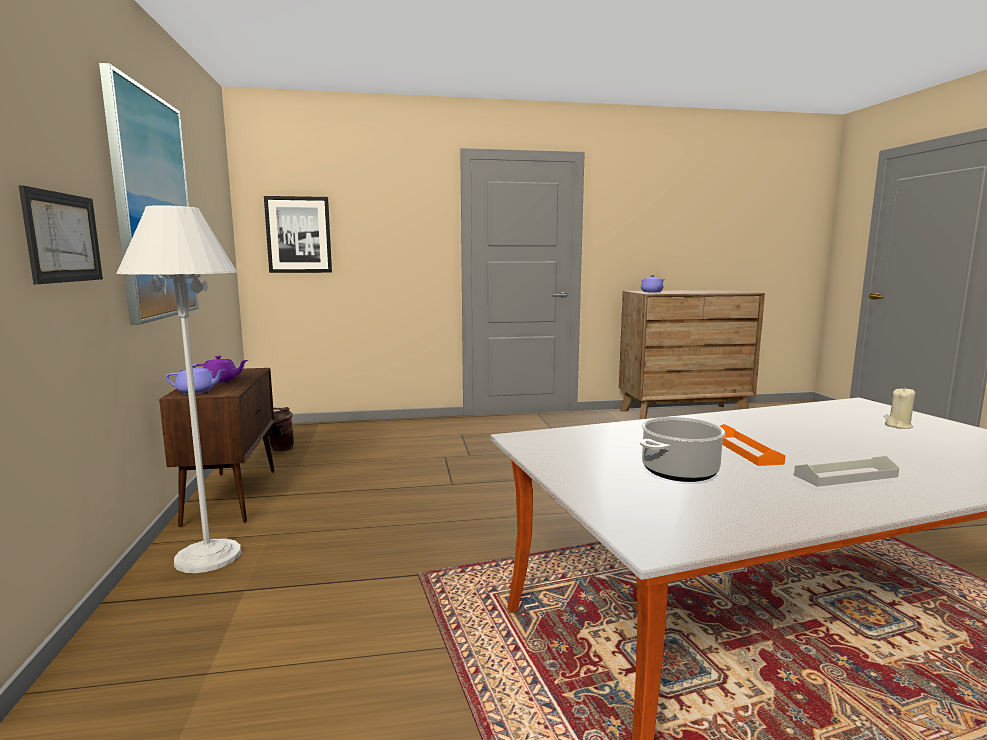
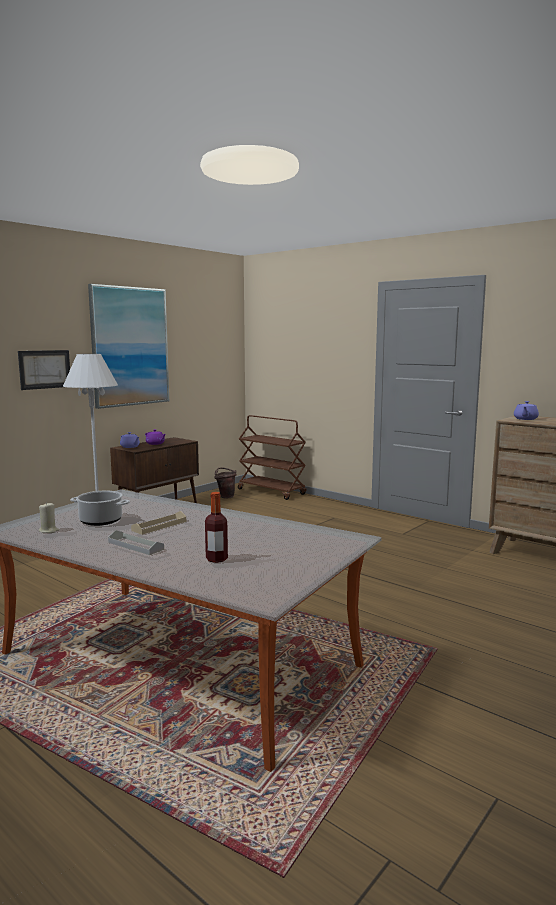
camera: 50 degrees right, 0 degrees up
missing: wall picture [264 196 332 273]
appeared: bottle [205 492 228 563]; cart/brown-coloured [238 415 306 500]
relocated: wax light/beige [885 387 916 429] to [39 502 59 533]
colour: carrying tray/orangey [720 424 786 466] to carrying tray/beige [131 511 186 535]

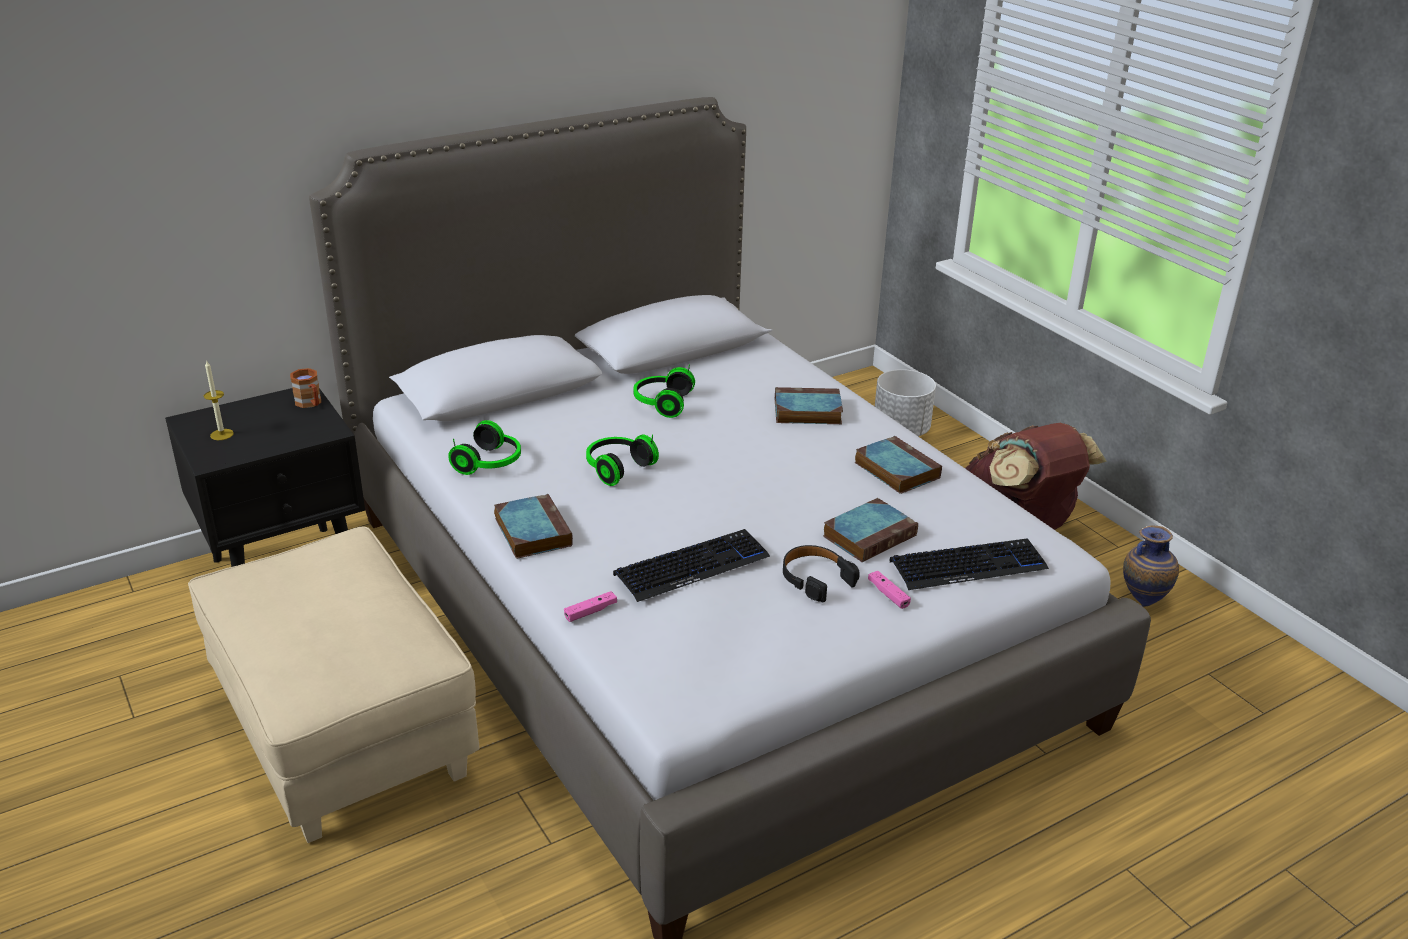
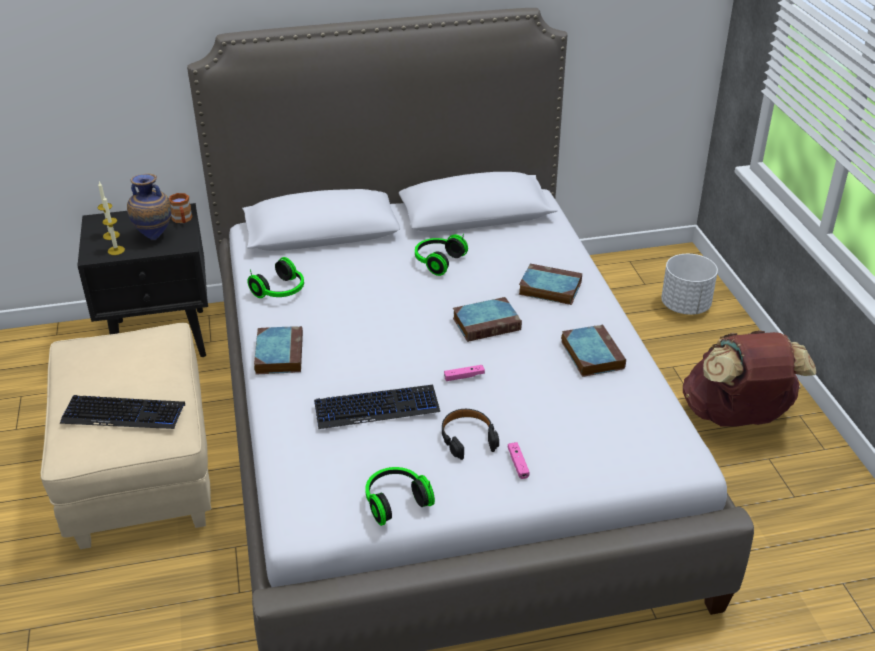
camera: 20 degrees right, 5 degrees up
appeared: wax light [102 196 125 255]
relocated: joypad/pink-coloured [564 591 617 622] to [444 365 485 381]; headphones [586 434 659 486] to [365 467 435 526]; volume [823 498 918 562] to [453 297 522 342]; computer keyboard [890 538 1049 590] to [60 395 185 429]; decorative vase [1123 526 1179 607] to [127 174 171 240]

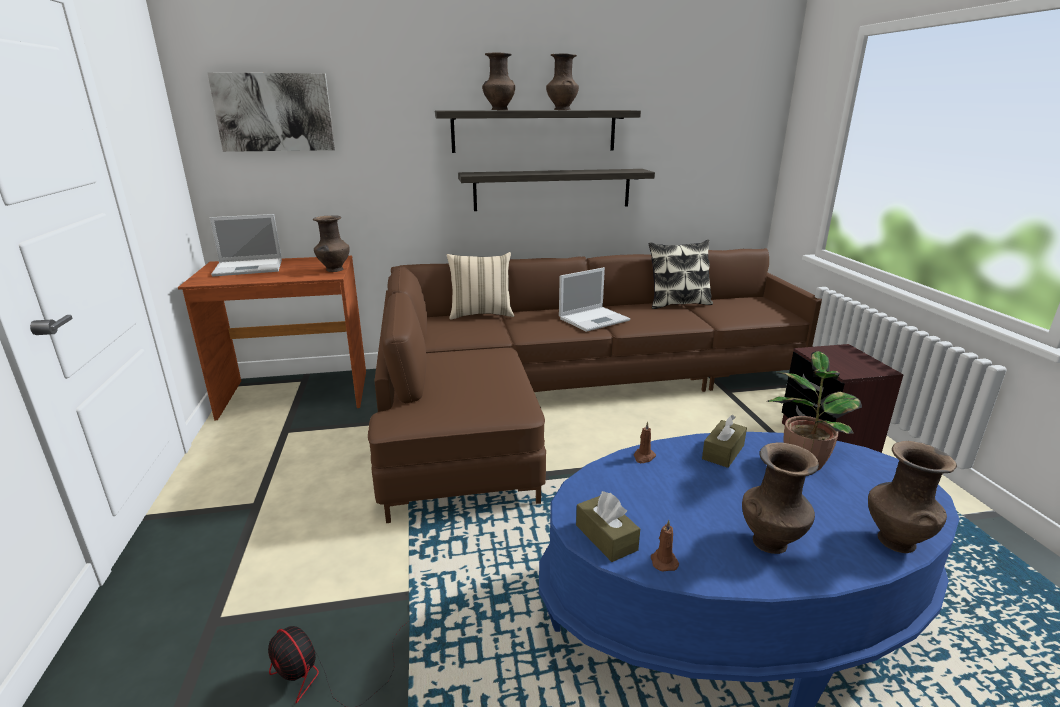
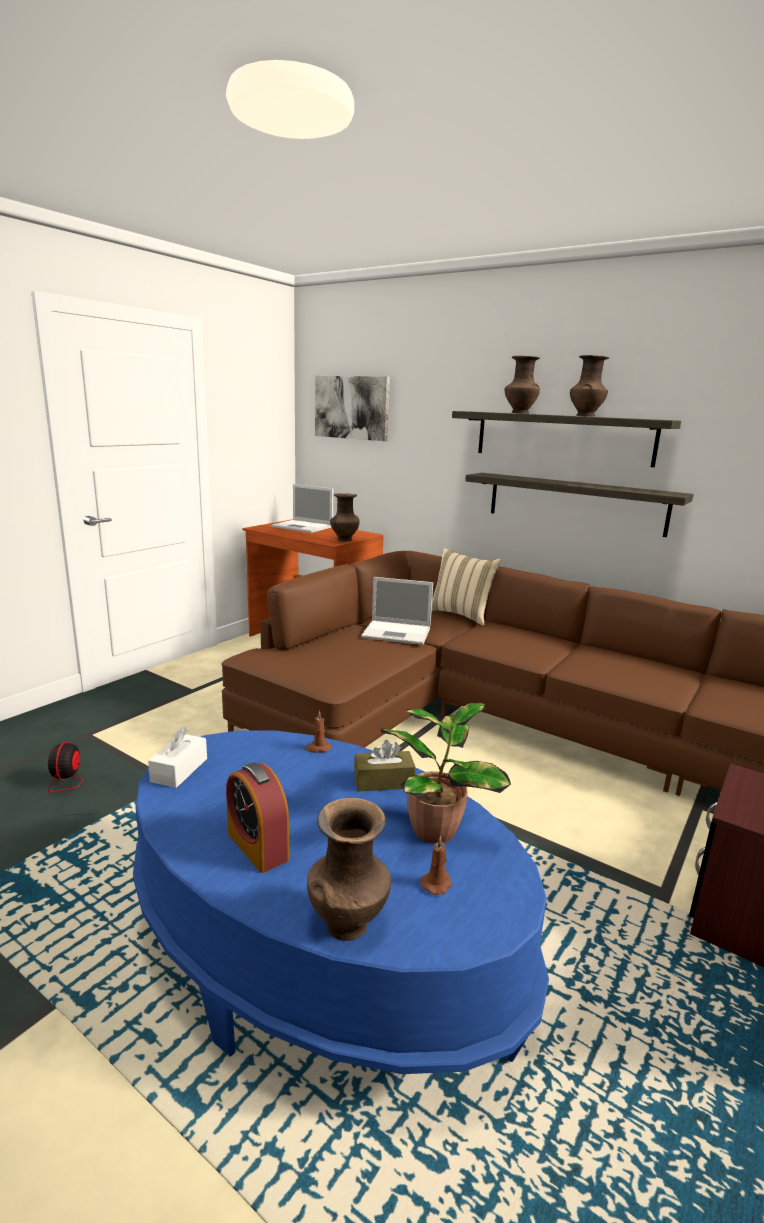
camera: 45 degrees right, 5 degrees down
missing: pillow [648 239 713 309]
relocated: notebook computer [559 267 630 332] to [361 577 433 645]; wax light/brown-coloured [651 520 679 572] to [420 836 452 895]
exchanged: decorative vase/brown-coloured [742 442 819 554] to table clock [226 762 289 873]
colour: tissue holder/brown-coloured [576 491 640 562] to tissue holder/whitish [148 726 207 788]

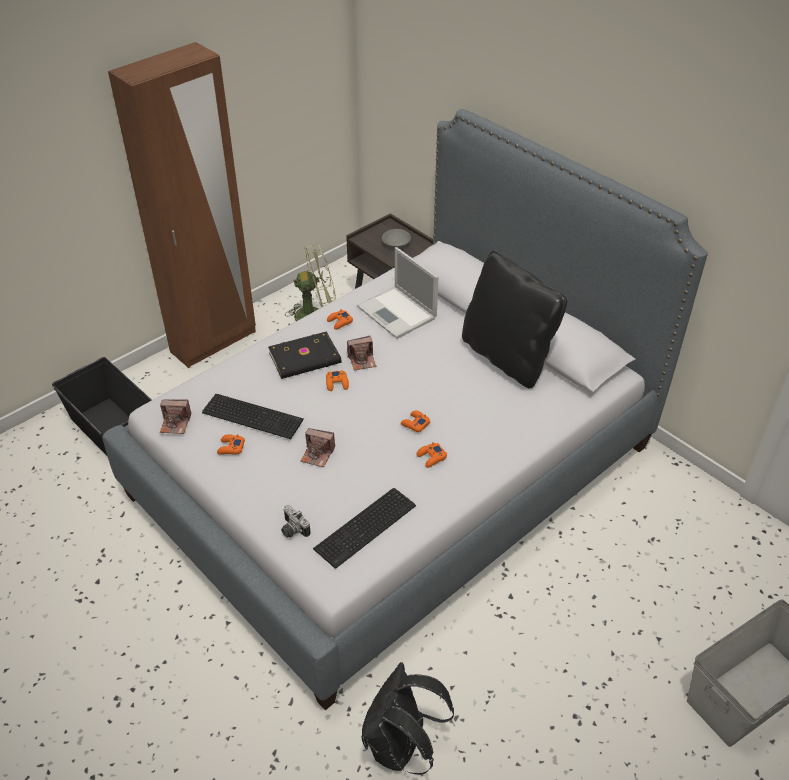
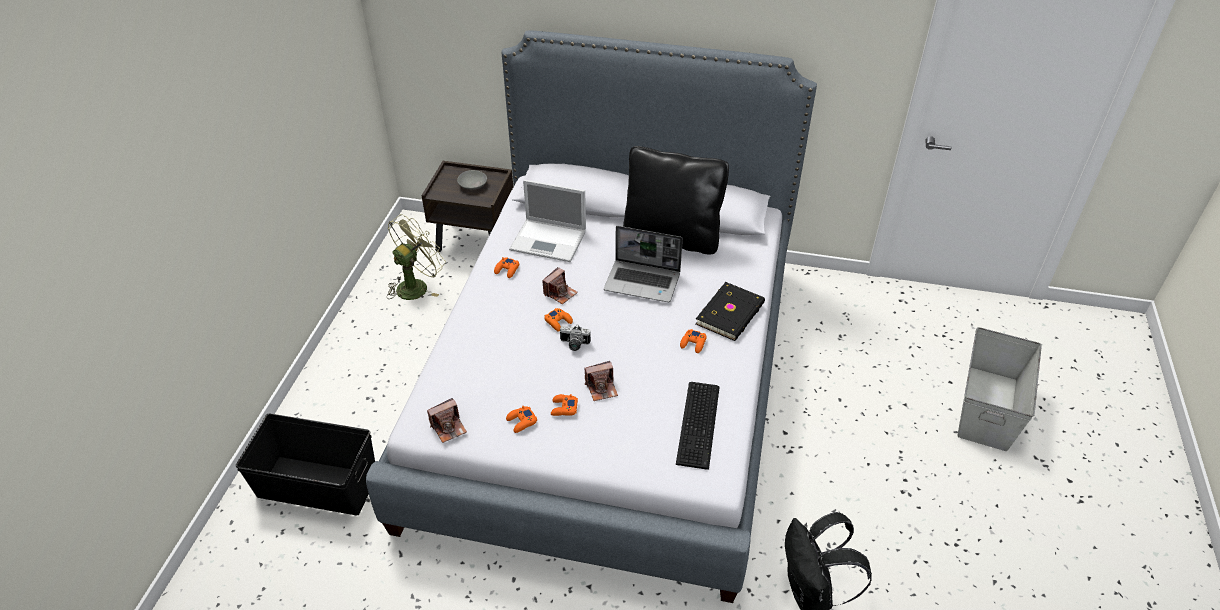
camera: 35 degrees left, 0 degrees up
missing: wardrobe/brown-coloured [108 42 256 368]; computer keyboard [202 394 304 439]
appeared: notebook computer [604 226 683 302]
relocated: volume/black [268 331 341 379] to [696 282 765 341]; photo camera [281 505 310 538] to [560 324 591 351]; joypad/orangey [401 410 430 432] to [551 394 578 416]

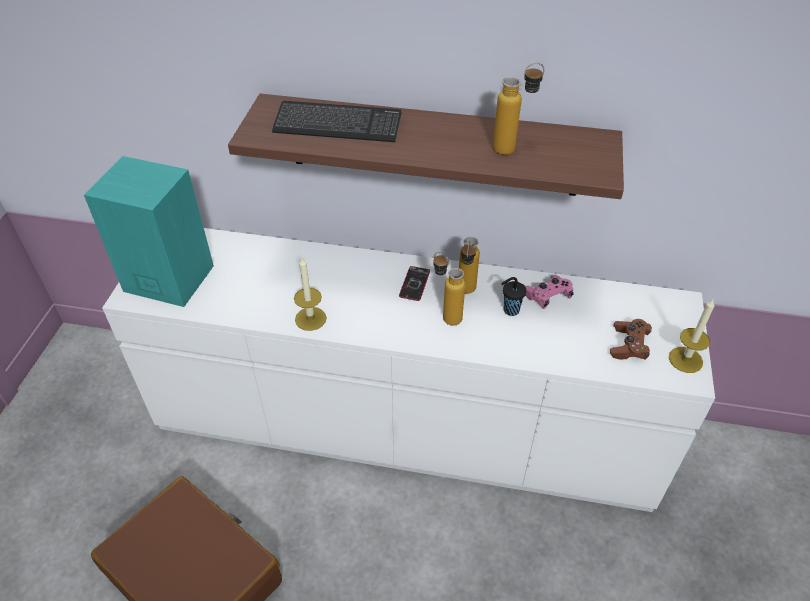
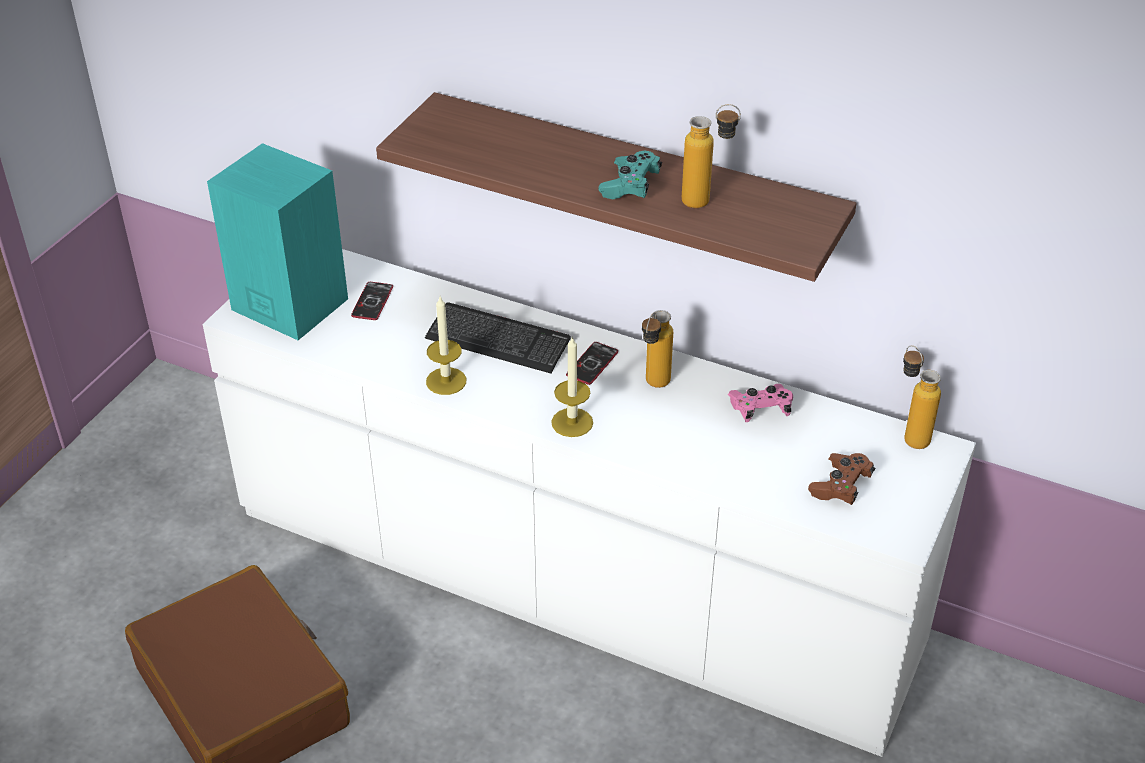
camera: 15 degrees right, 5 degrees down
missing: drinking cup/black [501 277 527 316]
appeared: phone [351 282 393 320]; joypad/turquoise-coloured [599 151 662 199]
relocated: computer keyboard [272 101 401 142] to [425 303 570 373]; bottle [434 252 465 326] to [903 345 941 449]; wax light [669 298 715 373] to [551 336 593 437]

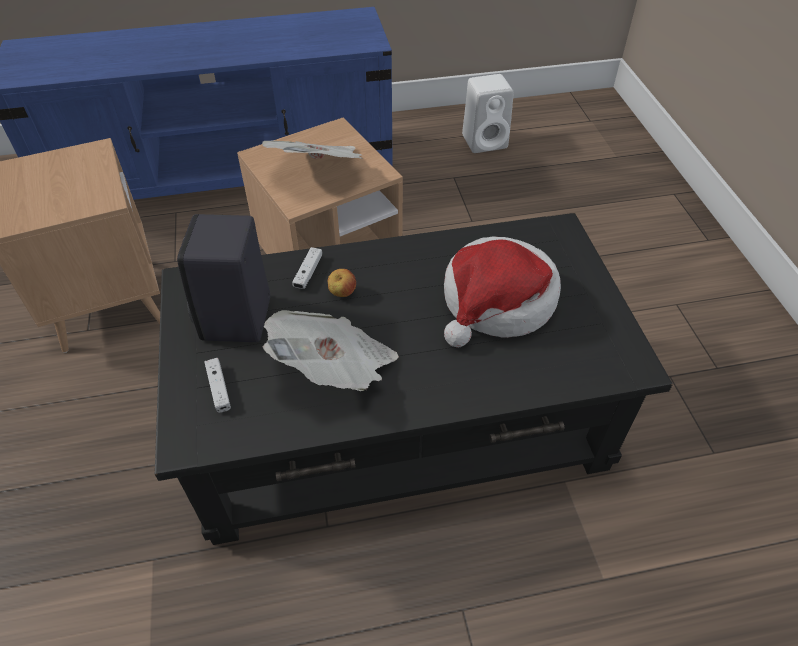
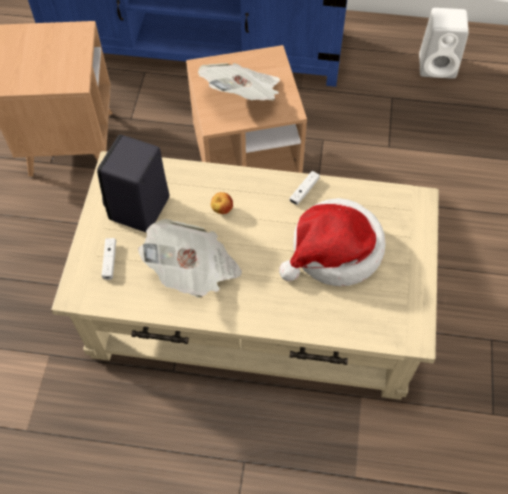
camera: 20 degrees right, 10 degrees up
relocated: joypad/whitish [292 247 322 289] to [289 171 320 205]
colour: low table/black [155 213 673 545] to low table/beige [51 151 439 400]

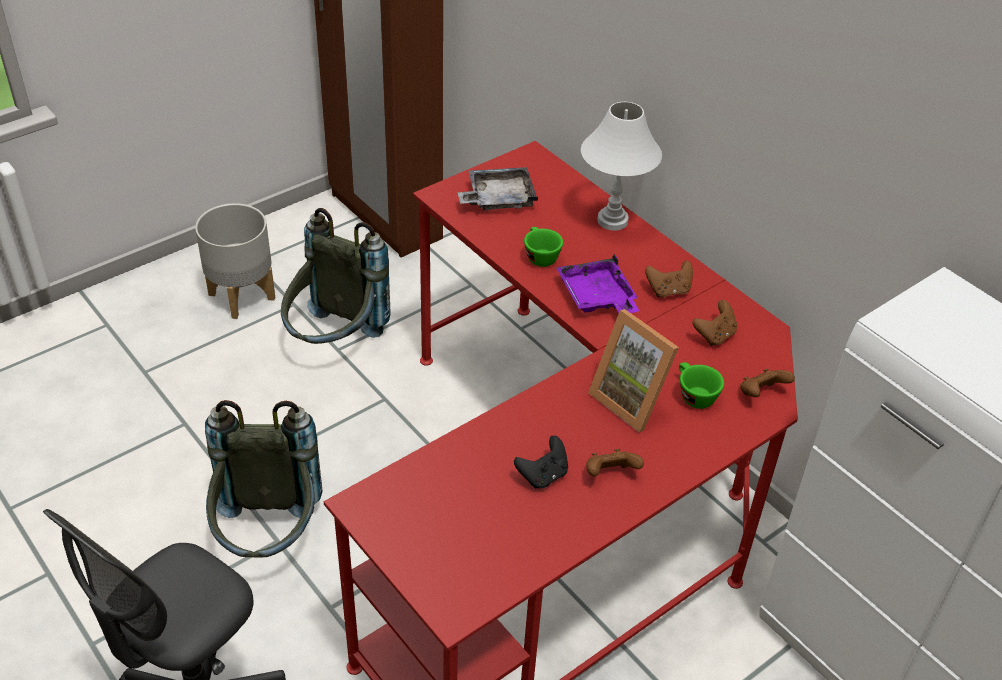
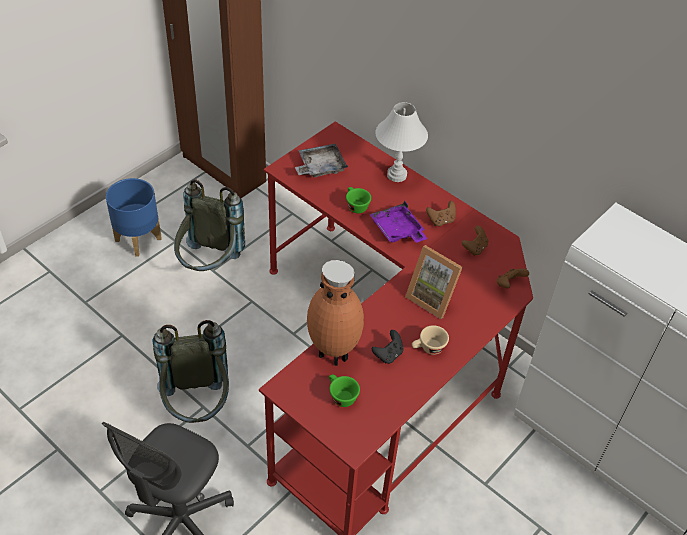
camera: 10 degrees left, 5 degrees up
appeared: decorative vase/brown-coloured [307 260 364 366]
relocated: drinking cup/greenish [679 362 724 409] to [329 374 360 407]
exchanged: joypad/brown-coloured [586 449 644 476] to drinking cup/beige [412 325 449 355]
colour: plant pot/gray [195 203 275 319] to plant pot/bluish [106 178 162 257]

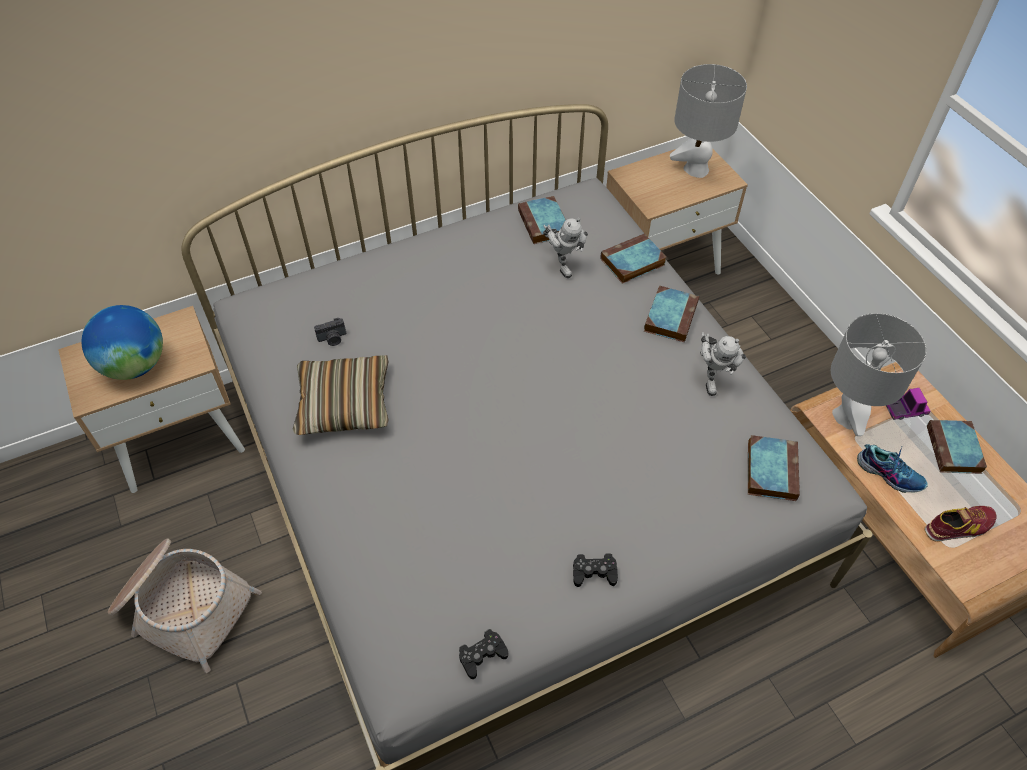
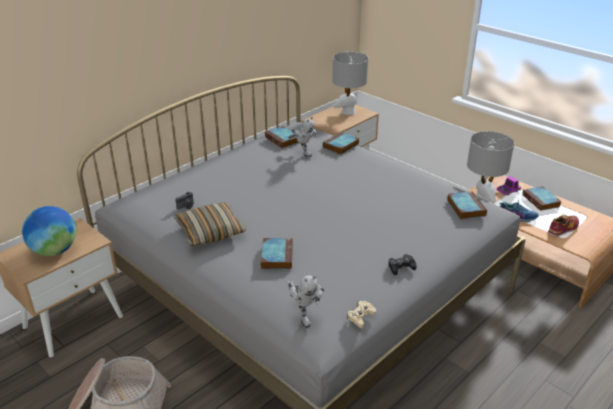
camera: 20 degrees left, 20 degrees down
relocated: volume [644 286 699 342] to [261 238 293 269]; toy robot [700 332 746 396] to [287 275 324 328]
colour: joypad/black [459 629 508 679] to joypad/beige [347 301 376 328]

